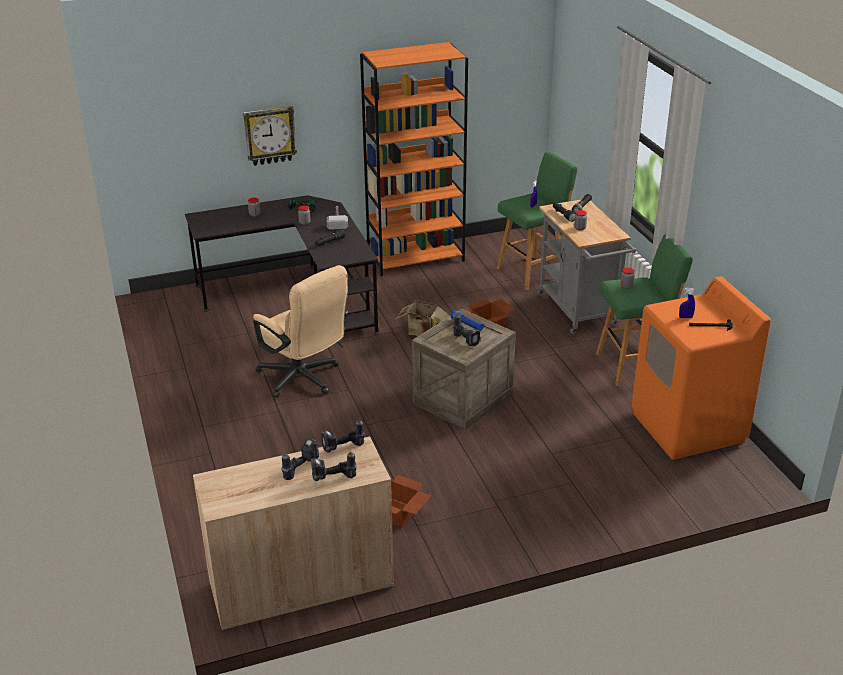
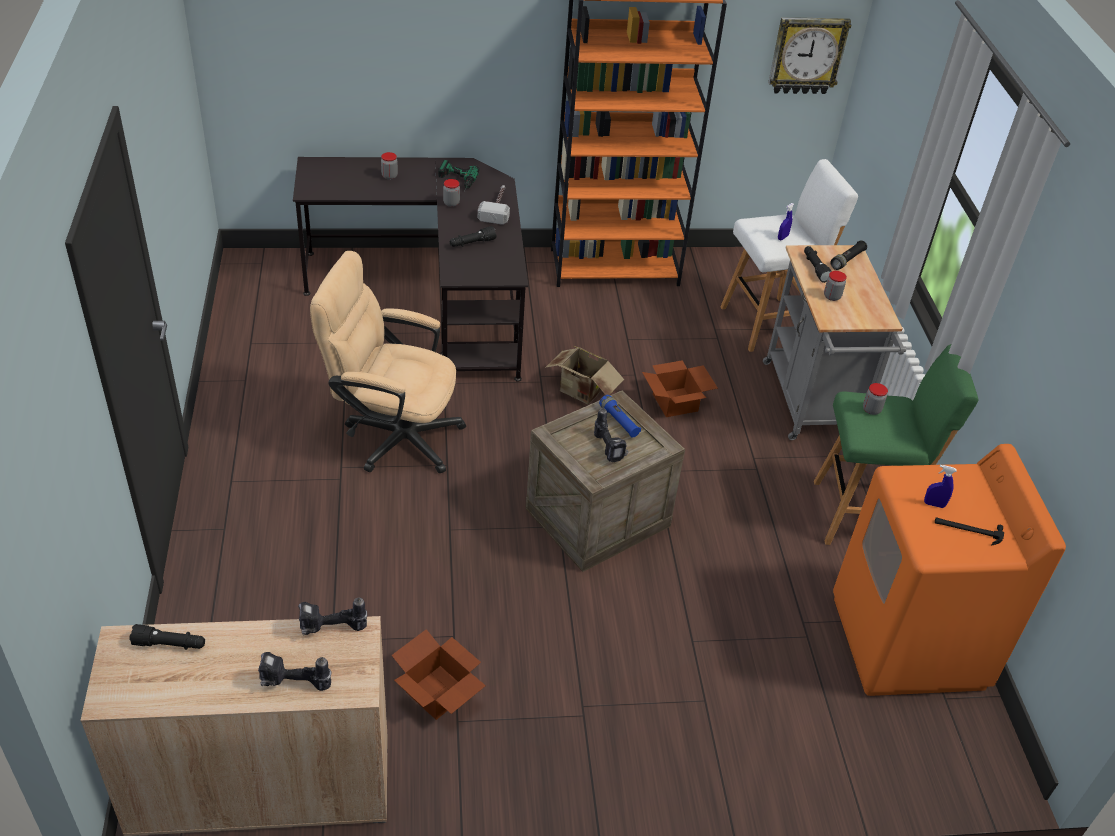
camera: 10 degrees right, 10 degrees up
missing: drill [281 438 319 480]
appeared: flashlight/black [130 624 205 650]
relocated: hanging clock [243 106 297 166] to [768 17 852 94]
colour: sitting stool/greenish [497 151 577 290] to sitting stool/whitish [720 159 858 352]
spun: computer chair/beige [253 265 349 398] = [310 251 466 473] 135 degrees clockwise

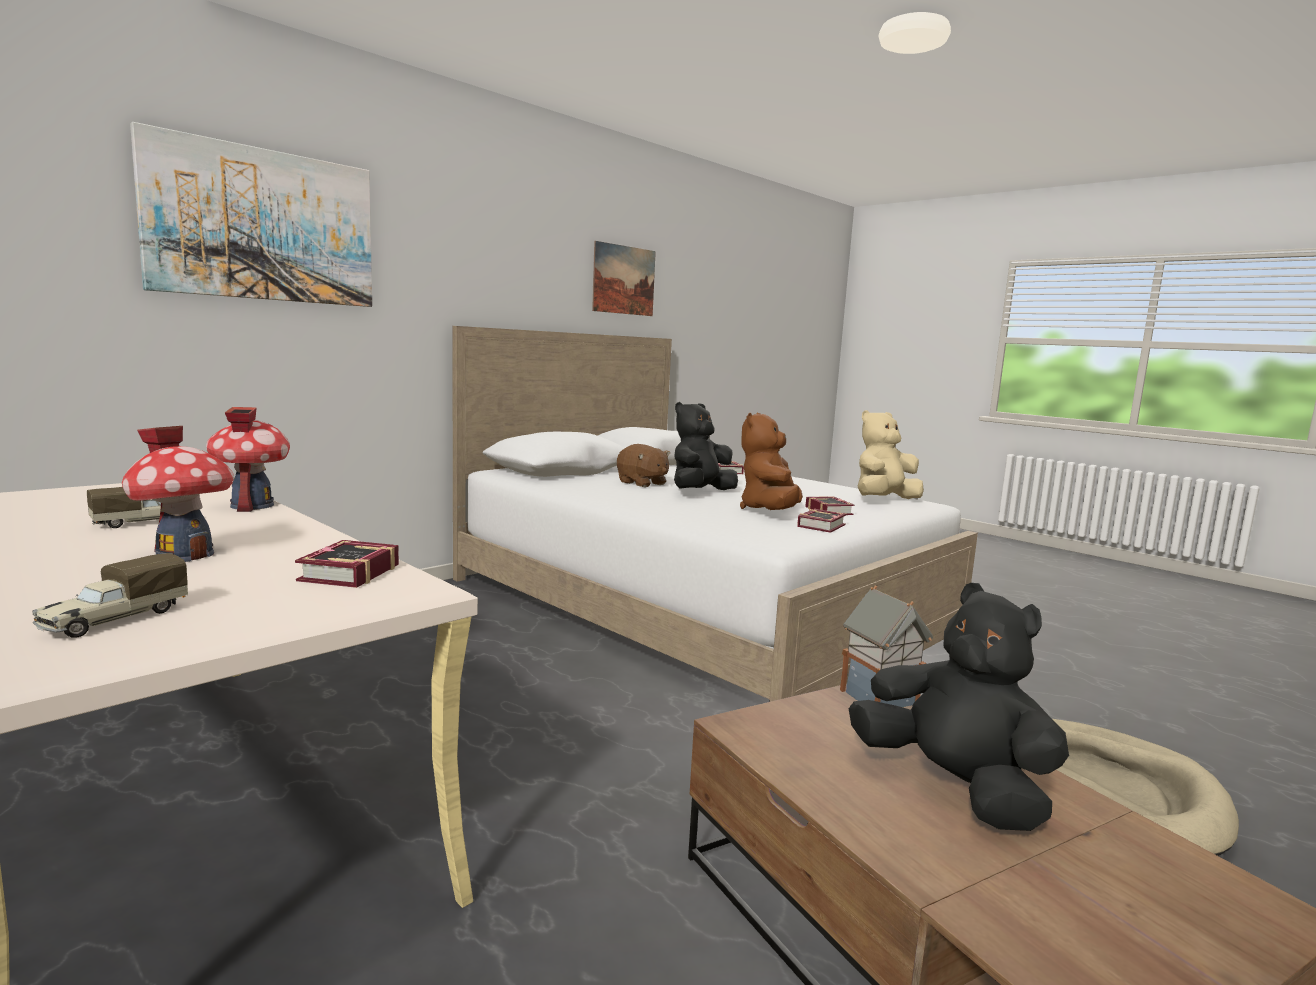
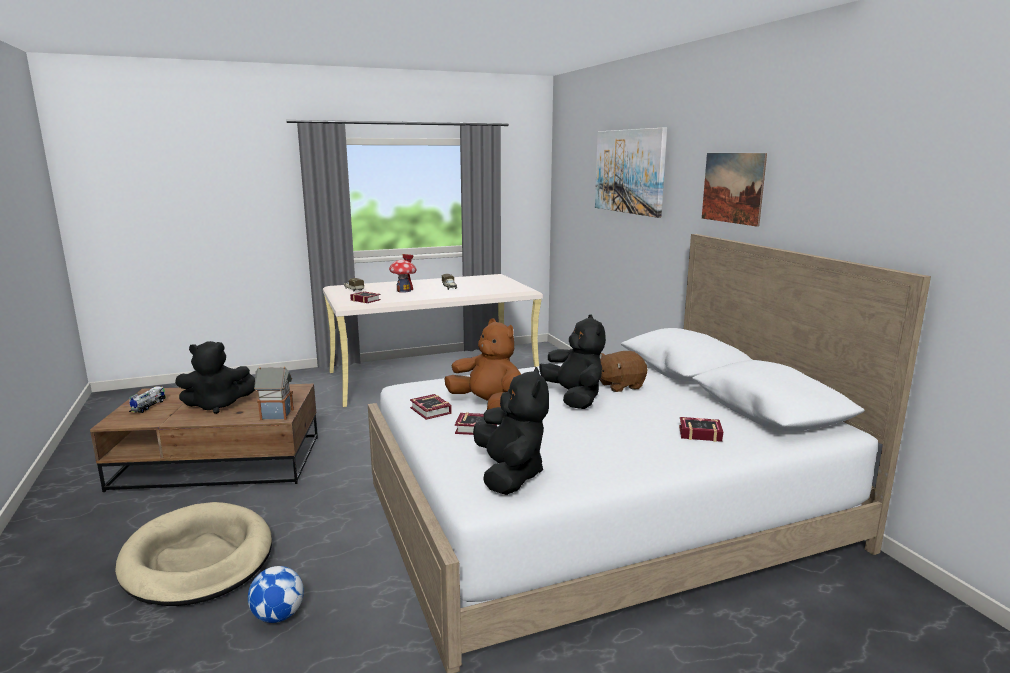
camera: 115 degrees right, 5 degrees up
missing: miniature house [206 407 290 512]
appeared: model truck [129 386 166 413]; football [248 566 304 623]
relocated: wall picture [592 241 656 316] to [702 153 767 227]
colour: soft toy/beige [858 410 924 499] to soft toy/black [473 366 549 495]

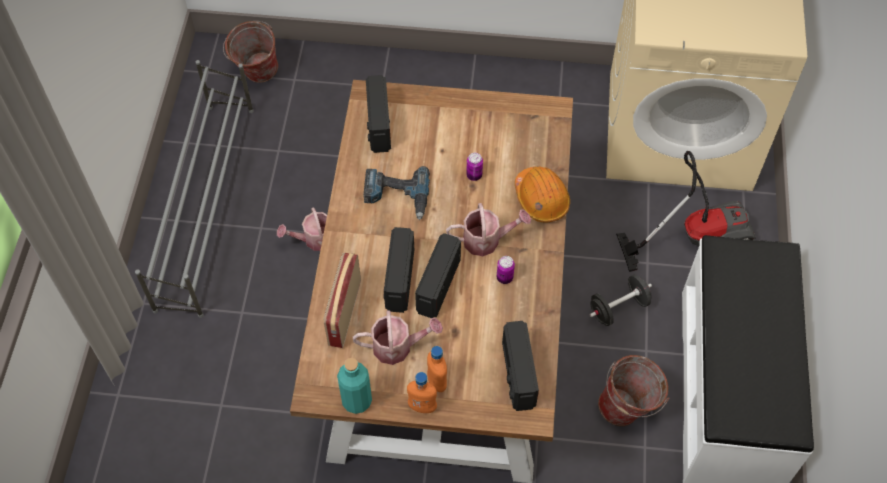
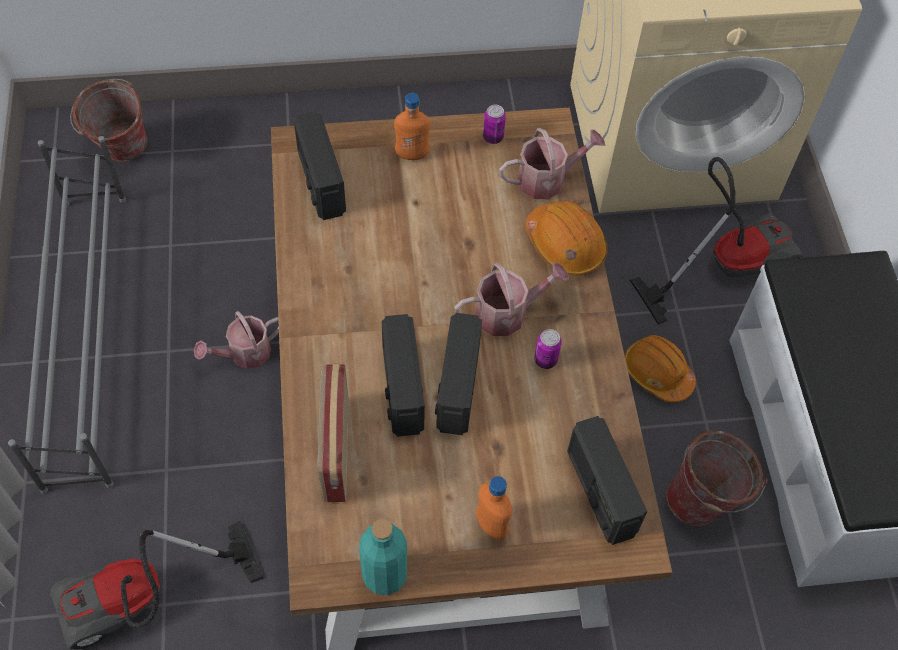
camera: 15 degrees left, 0 degrees up
missing: drill [363 166 430 220]
appeared: hoover [50 521 264 650]
relocated: sprinkling can [353 310 443 365] to [499 128 606 199]; bottle/orangey [407 372 437 413] to [394 93 430 160]; metal can [466 153 483 181] to [483 105 506 144]
exchanged: free weight/black [589 275 652 326] to hard hat/orangey [625 335 696 402]

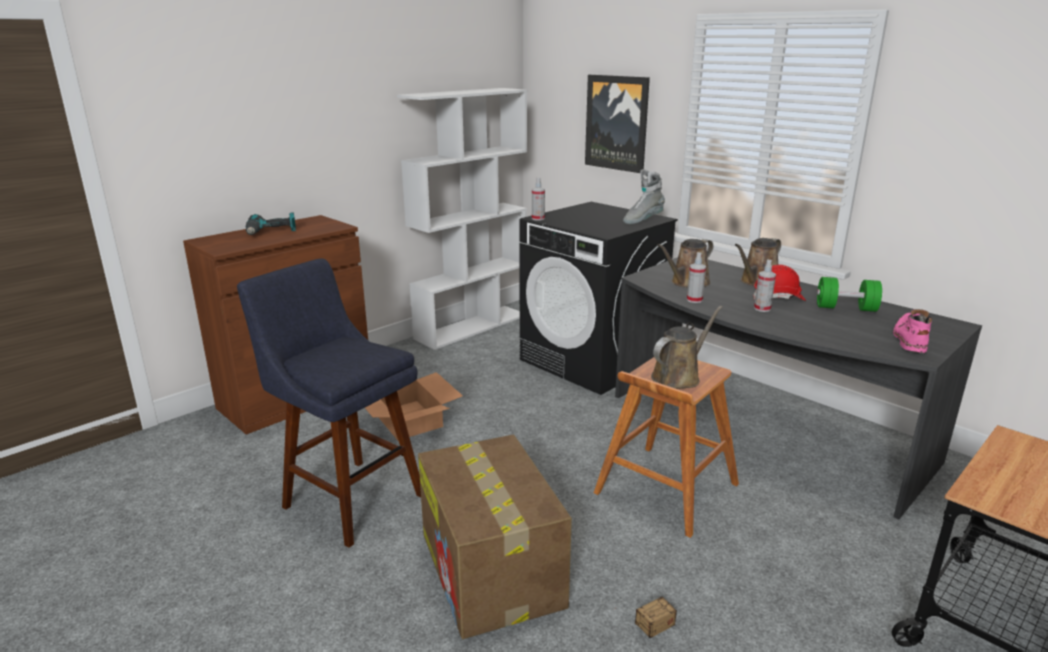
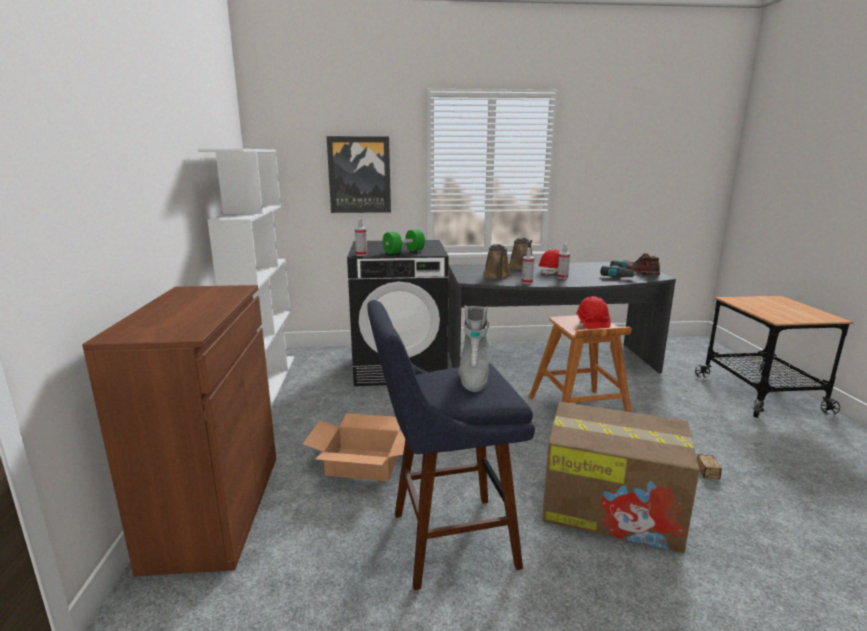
camera: 50 degrees left, 5 degrees down
relocated: drill [246 212 296 235] to [600 260 638 277]; tall boot/gray [623 169 665 224] to [459 305 489 392]; free weight/greenish [817 277 882 312] to [383 229 425 254]
exchanged: sprinkling can/brown-coloured [651 306 722 389] to hard hat/red-coloured [576 296 611 329]
colour: tall boot/pink-coloured [893 309 932 353] to tall boot/brown-coloured [622 253 660 276]

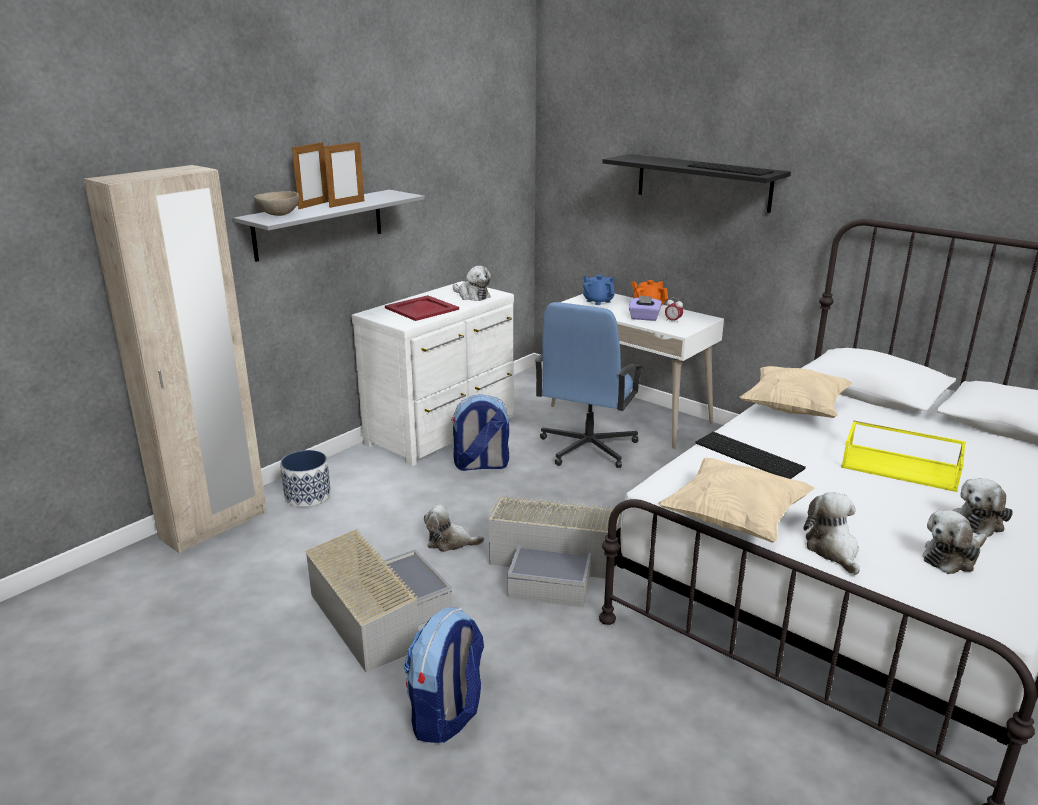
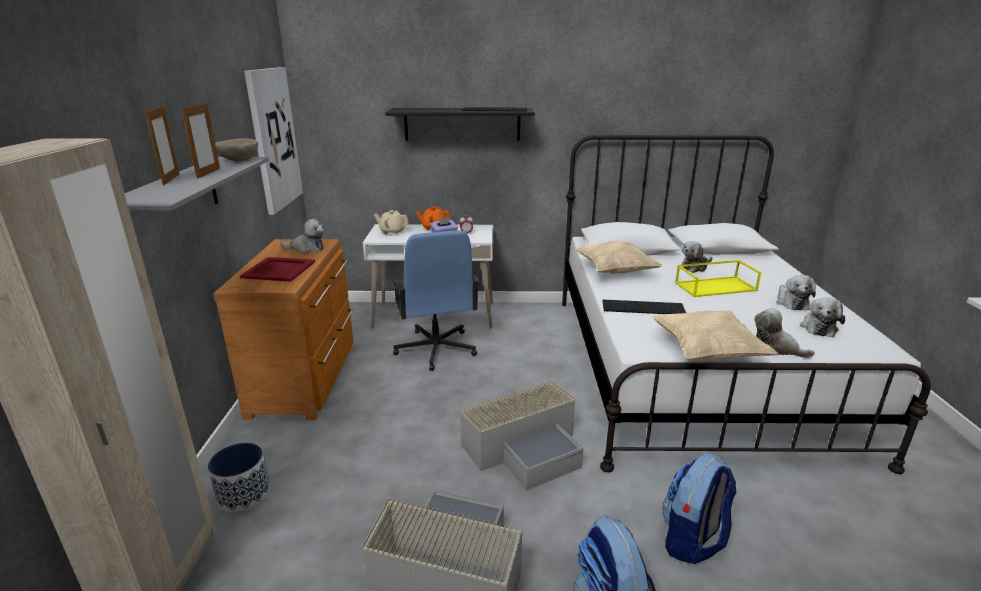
camera: 40 degrees left, 0 degrees up
appeared: wall picture [244 67 303 215]
relocated: serving bowl/beige [254 191 299 216] to [215 138 258 161]; soft toy [424 505 484 552] to [682 241 713 273]; rucksack [452 394 509 471] to [662 453 737 564]
colour: dresser/whitish [351 281 514 466] to dresser/brown-coloured [213 239 354 420]; teapot/bluish [583 275 615 305] to teapot/beige [374 210 409 235]

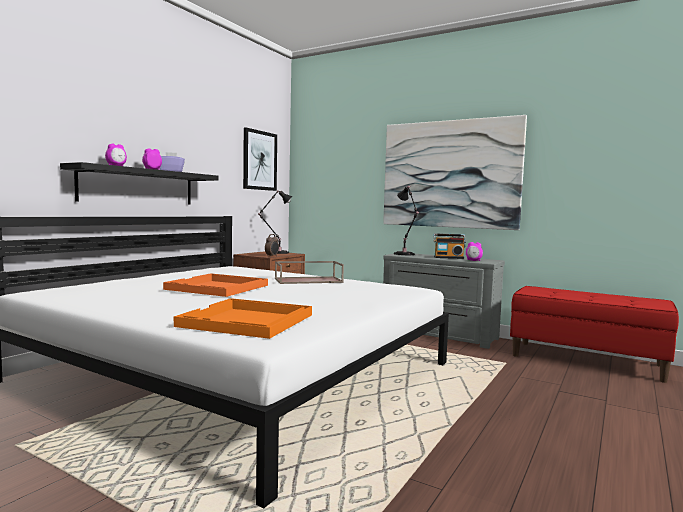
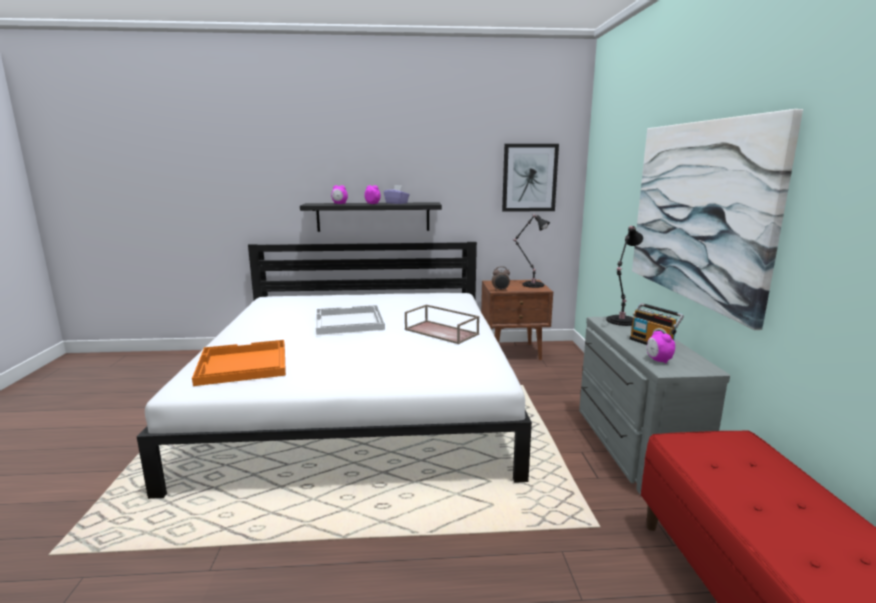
camera: 55 degrees right, 10 degrees up
colour: carrying tray/orangey [163 274 268 297] to carrying tray/whitish [316 305 385 335]

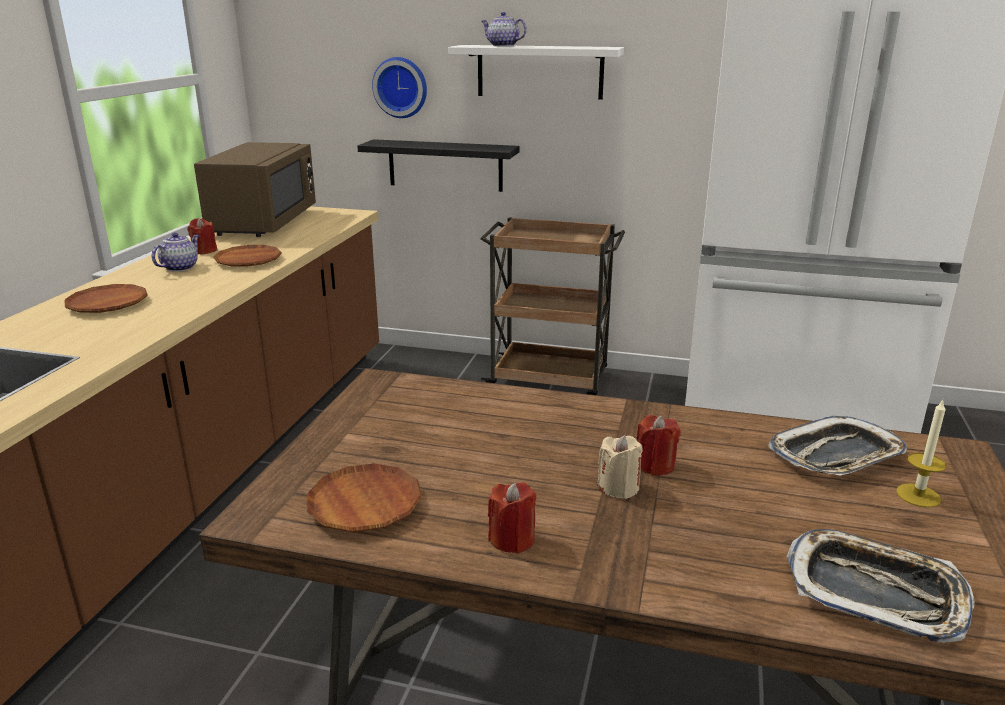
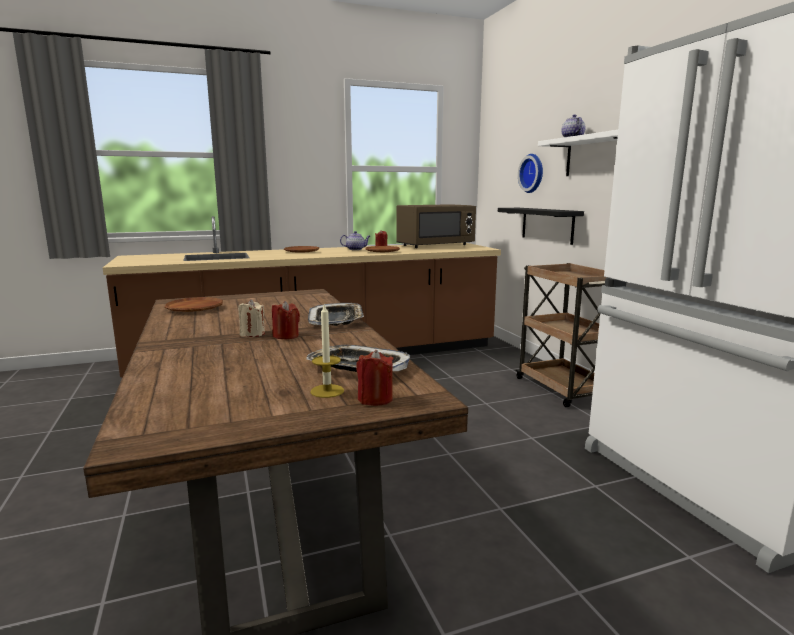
camera: 55 degrees right, 10 degrees down
relocated: wax light/red-coloured [488 482 536 554] to [356 350 394 406]; carrying tray [787 529 974 643] to [308 303 364 326]

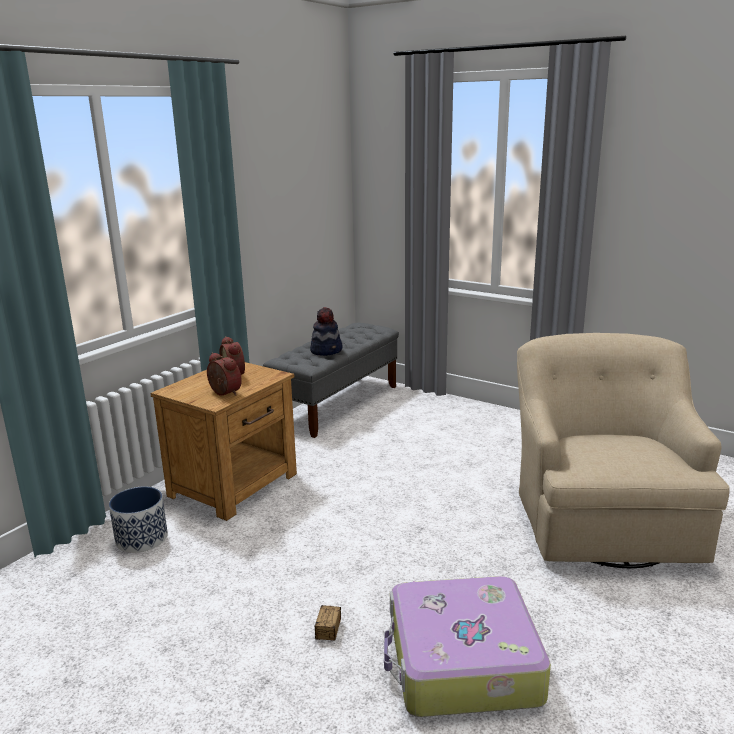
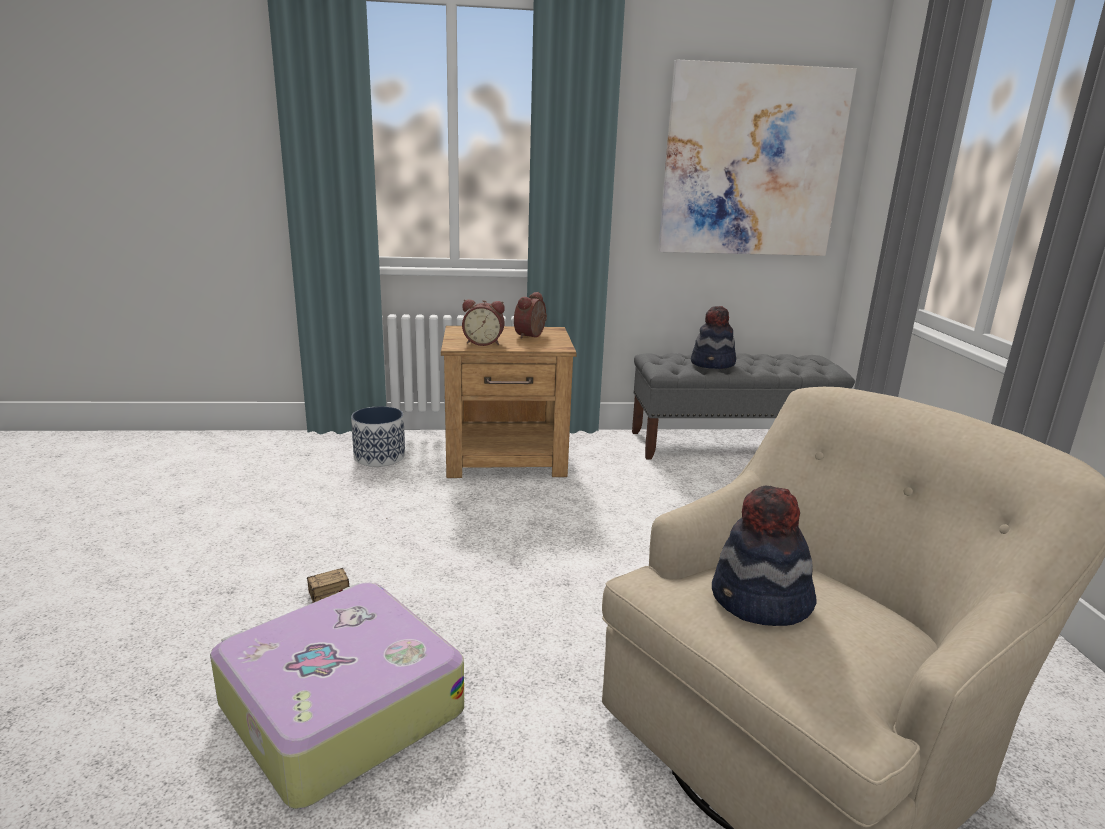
camera: 50 degrees right, 0 degrees up
appeared: wall picture [658 59 857 256]; clothing hat [712 485 816 626]
spun: table clock [207 353 242 396] = [462 299 505 346] 90 degrees clockwise

